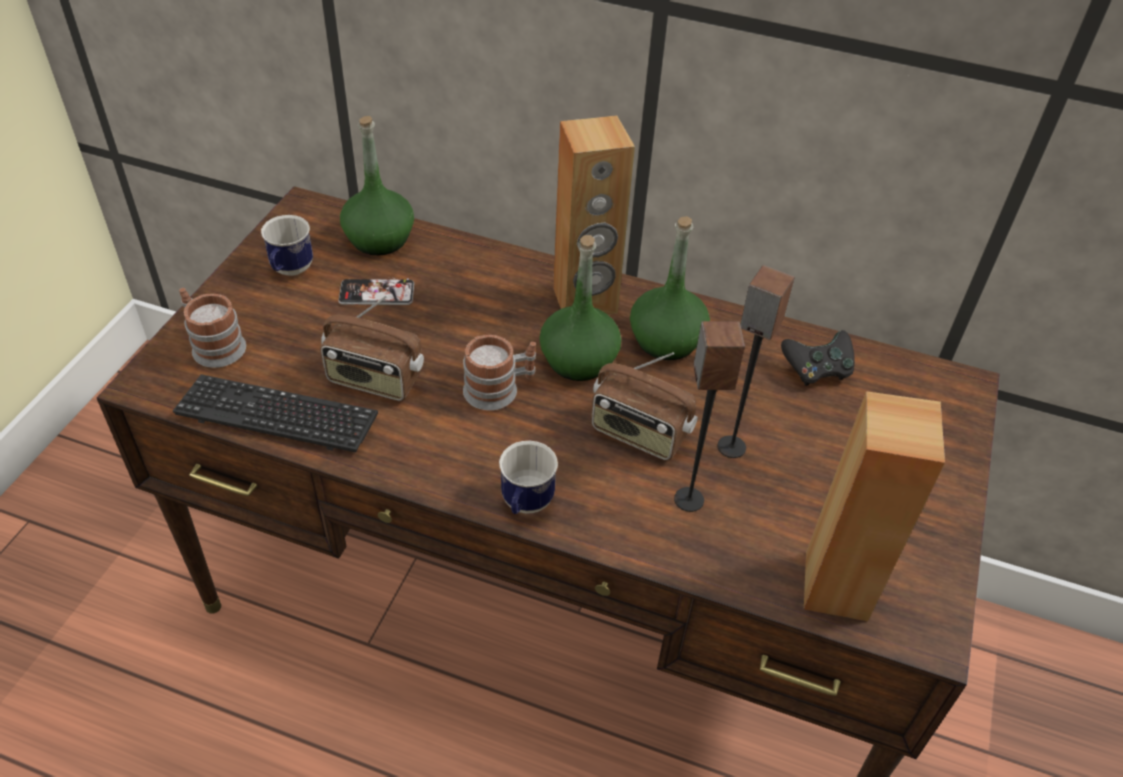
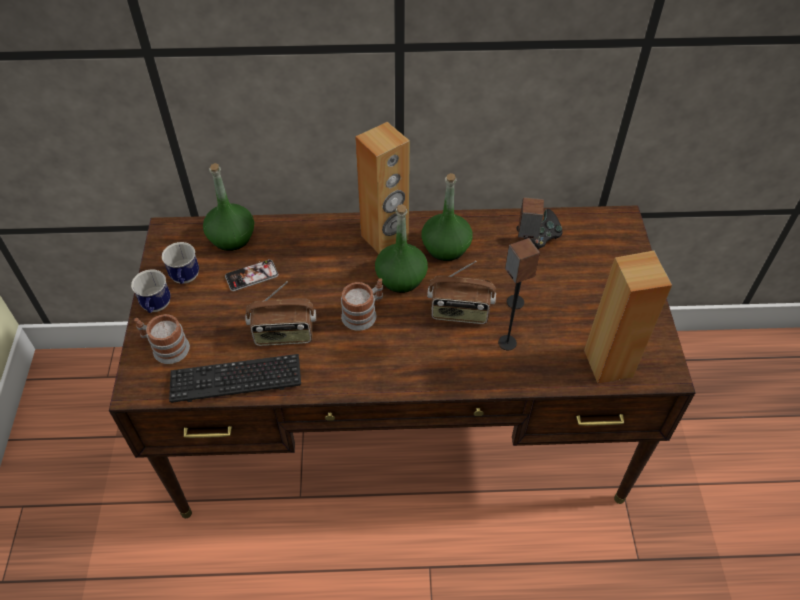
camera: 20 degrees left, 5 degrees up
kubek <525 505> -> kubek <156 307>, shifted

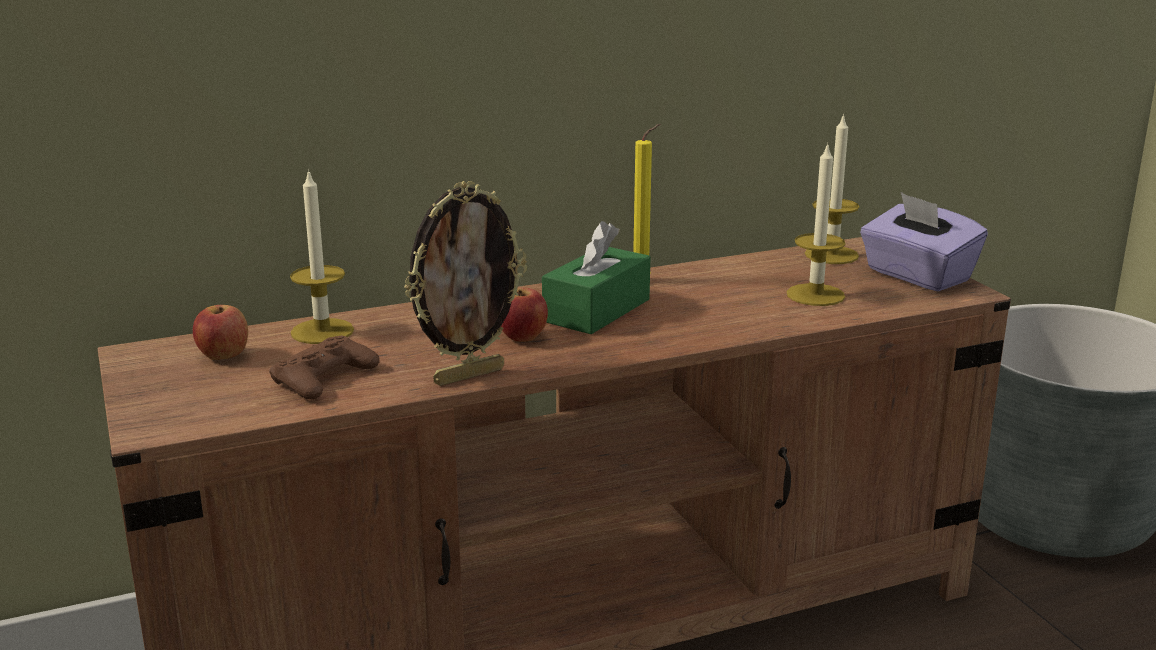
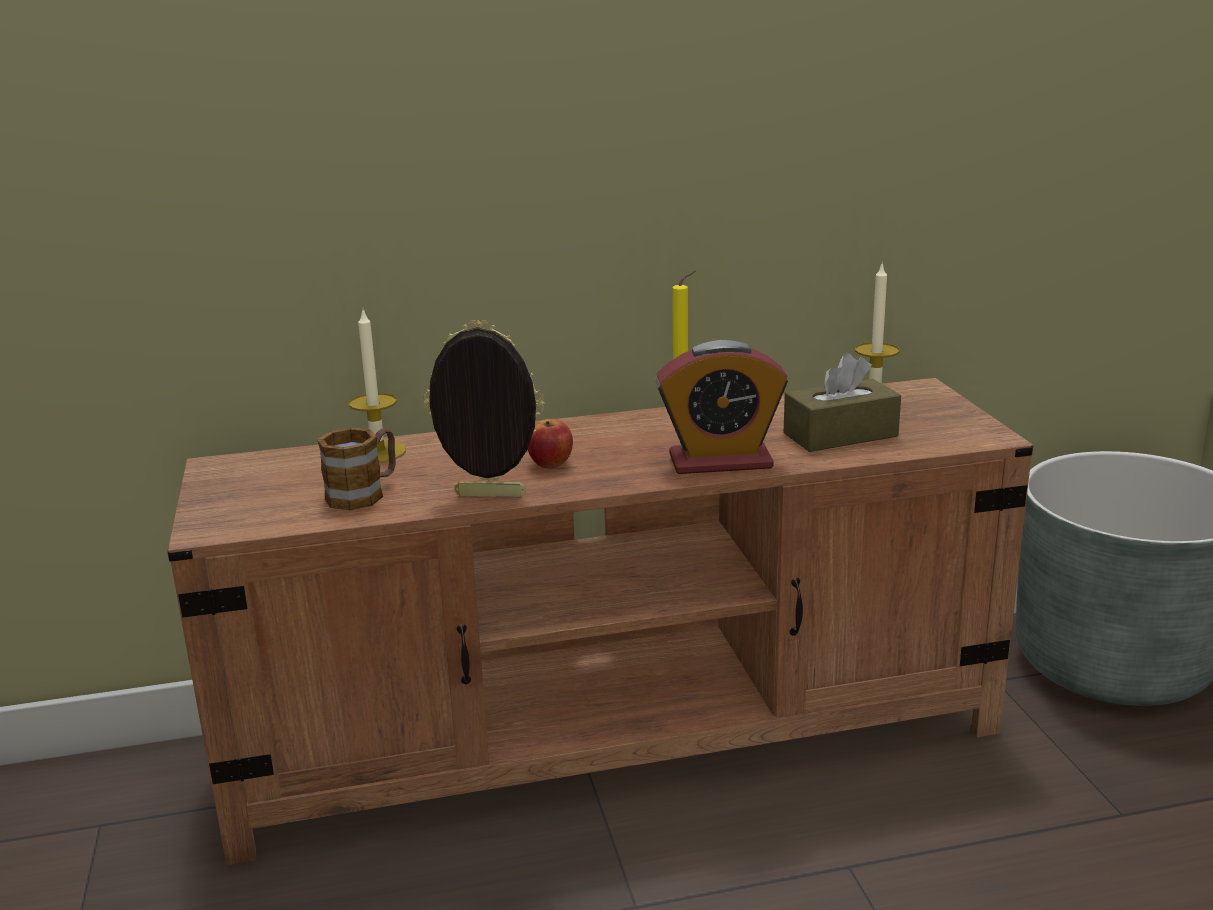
camera: 10 degrees right, 0 degrees up
pad do gier [brązowy] <324 378> -> kubek <364 493>
ramka na zdjęcie <468 375> -> ramka na zdjęcie <489 496>, 150 degrees counterclockwise
none -> budzik <720 461>
świeca <815 295> -> pudełko chusteczek [brązowy] <840 435>
jabłko <223 356> -> none
pudełko chusteczek [zielony] <597 310> -> none
pudełko chusteczek [fioletowy] <917 276> -> none

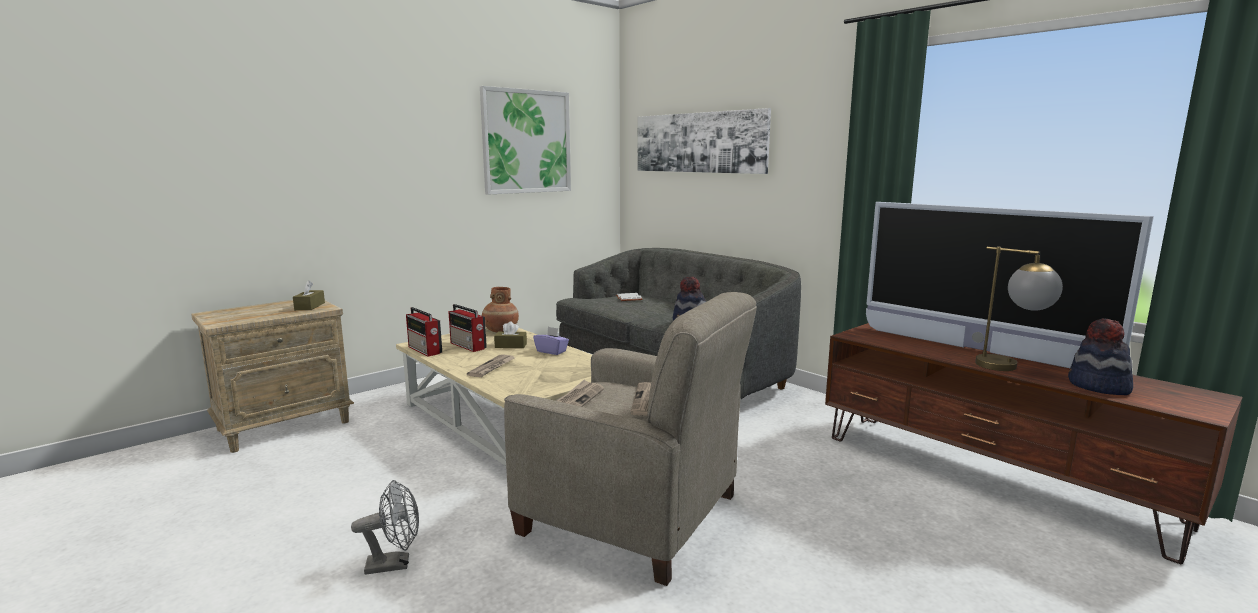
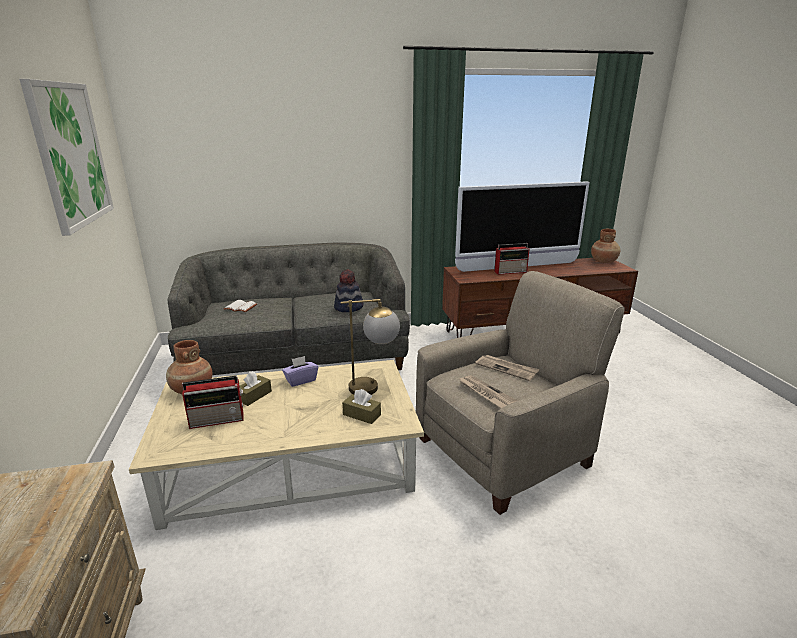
camera: 60 degrees left, 10 degrees up
lampa stołowa <1010 368> -> lampa stołowa <374 387>, shifted
pudełko chusteczek [brązowy] <310 306> -> pudełko chusteczek [brązowy] <361 415>, shifted
radio <425 350> -> radio <511 271>, shifted
none -> wazon [brązowy] <603 261>
wentylator [szary] <395 564> -> none
gazeta <492 367> -> none
obraz <698 142> -> none
kapelusz <1098 387> -> none

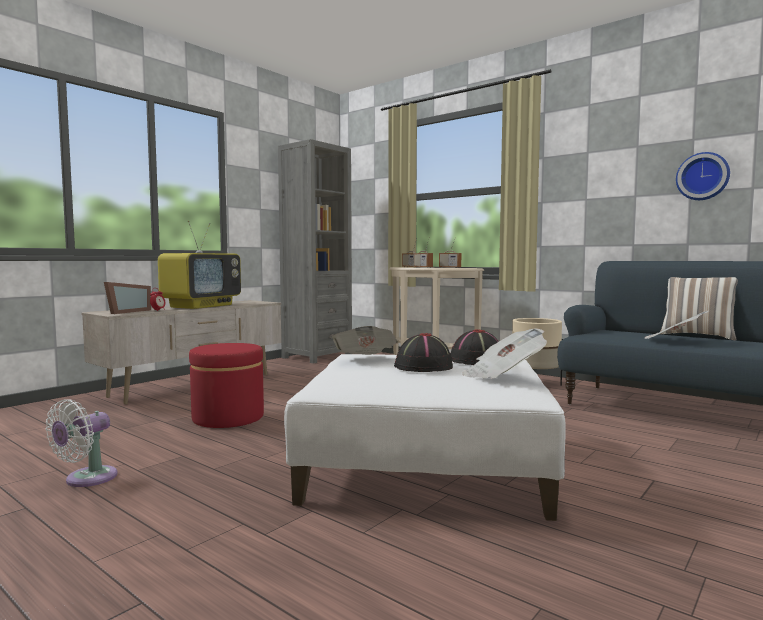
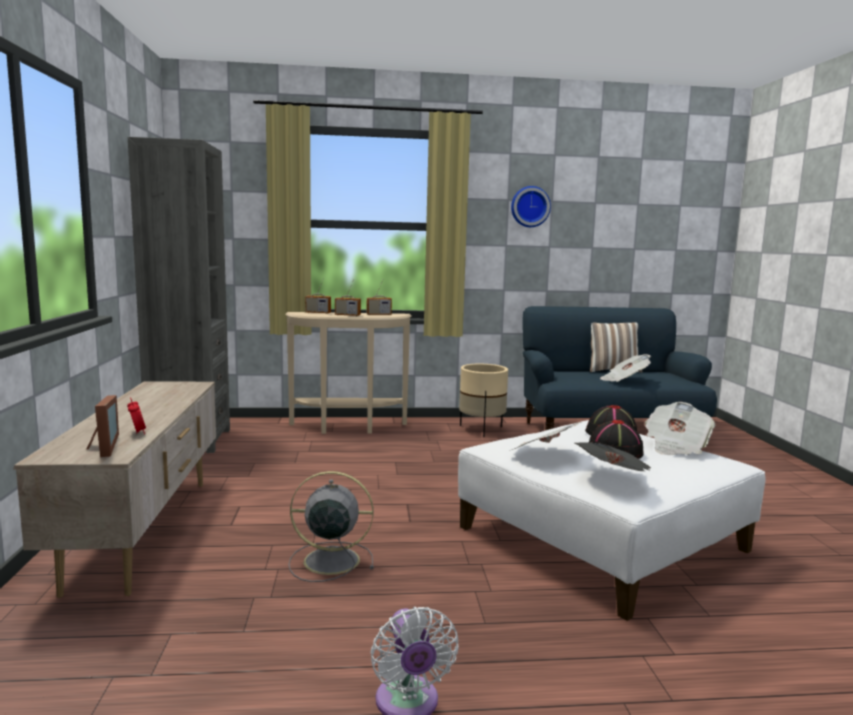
camera: 45 degrees left, 5 degrees up
pufa [czerwony] <228 418> -> wentylator [szary] <329 561>
zegar ścienny <703 176> -> zegar ścienny <530 207>, shifted
none -> gazeta <613 477>
telewizor <201 306> -> none

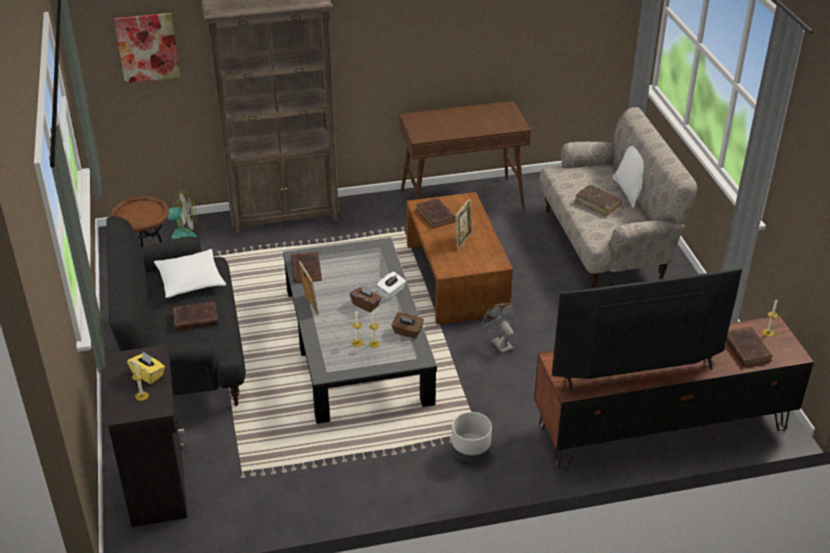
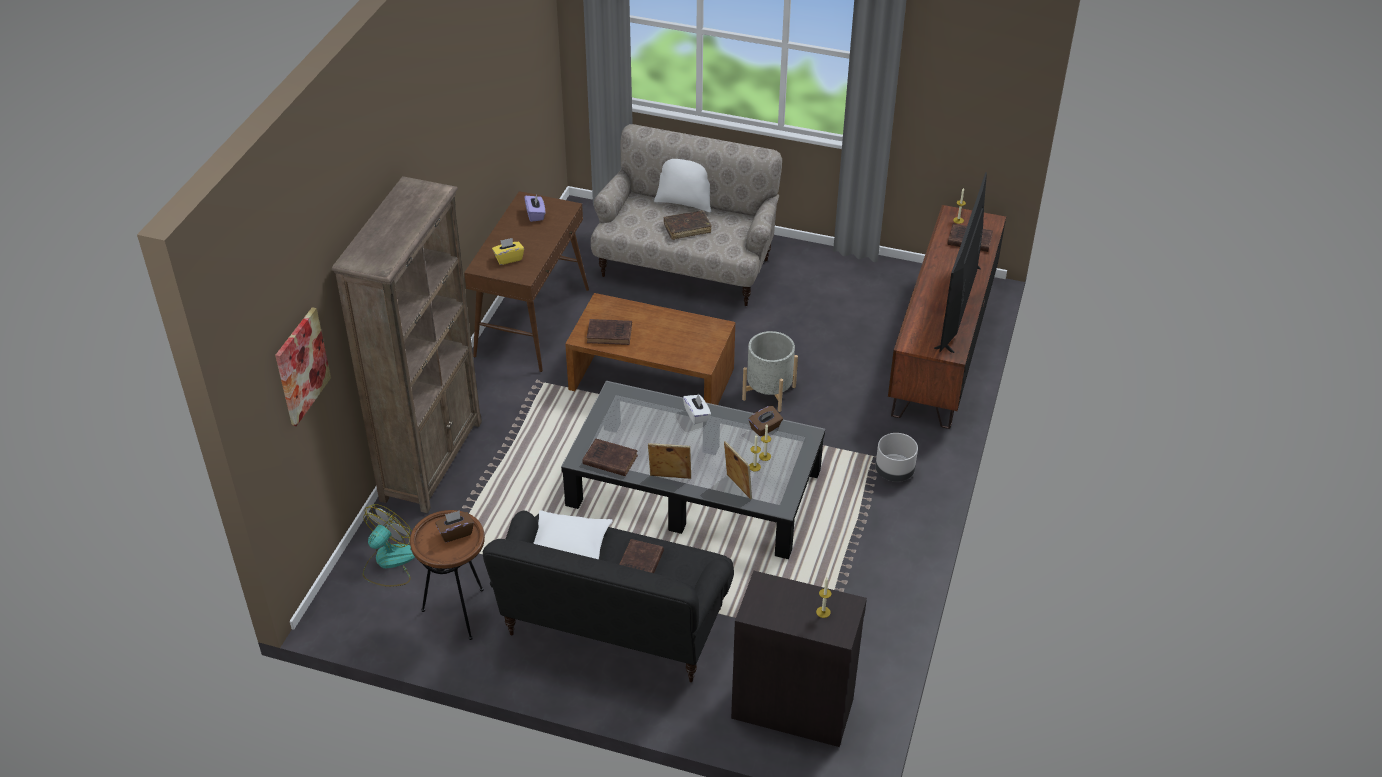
camera: 60 degrees left, 5 degrees up
pudełko chusteczek [brązowy] <366 305> -> pudełko chusteczek [brązowy] <455 533>, shifted
pudełko chusteczek [żółty] <148 374> -> pudełko chusteczek [żółty] <508 258>, shifted
none -> pudełko chusteczek [fioletowy] <535 214>
ramka na zdjęcie <463 240> -> ramka na zdjęcie <737 487>, shifted
wentylator [szary] <499 343> -> donica [szary] <769 393>

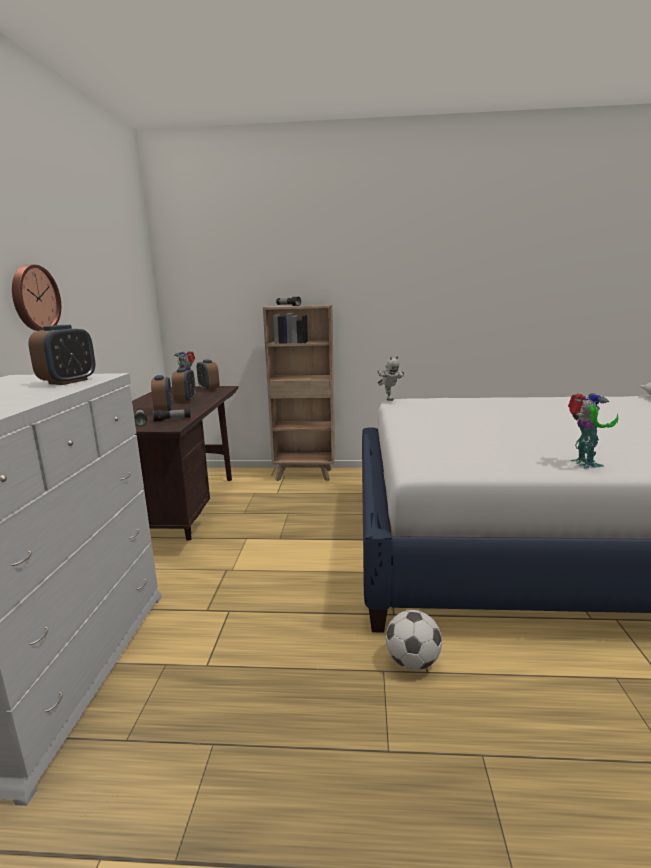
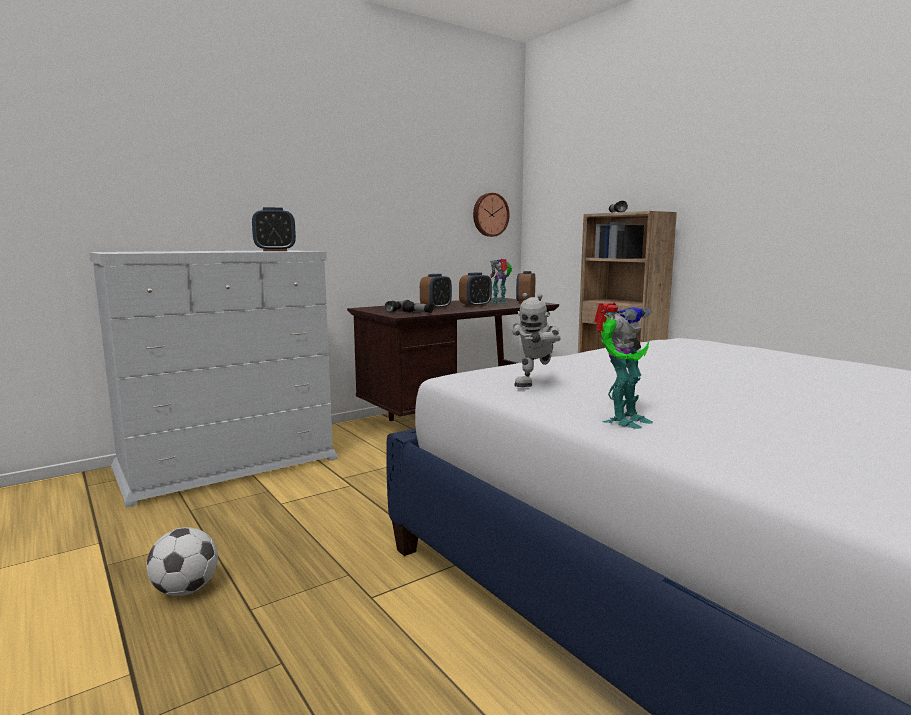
camera: 50 degrees right, 5 degrees down
piłka futbolowa <412 662> -> piłka futbolowa <185 590>, shifted
zegar ścienny <34 298> -> zegar ścienny <489 214>, shifted
robot zabawkowy <388 399> -> robot zabawkowy <536 384>, shifted

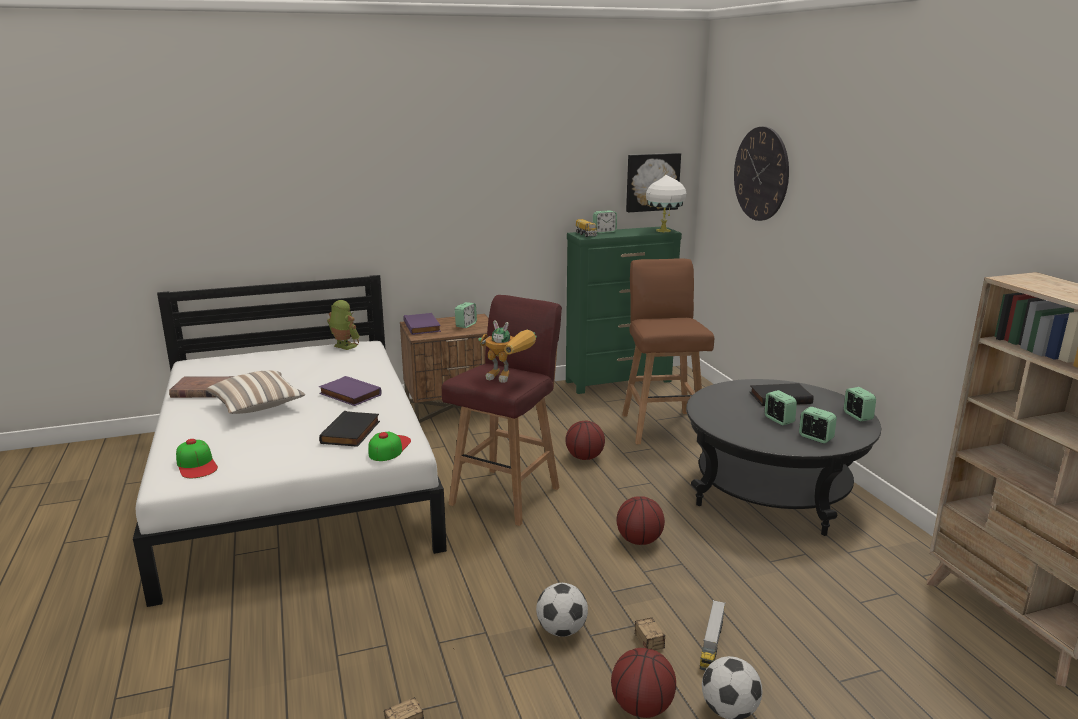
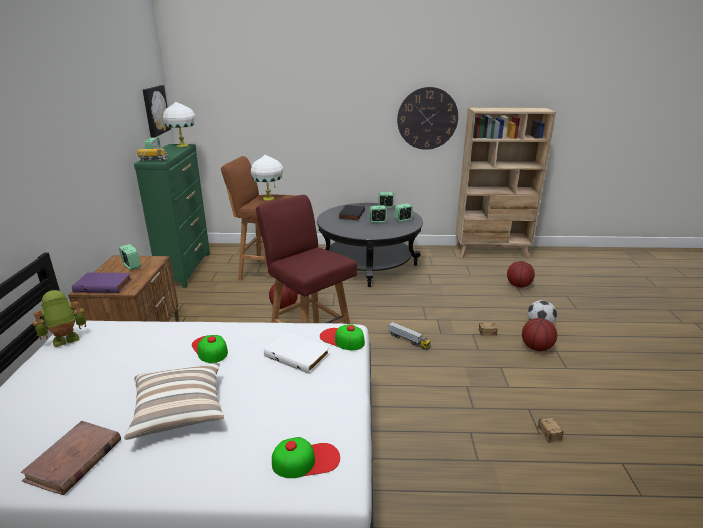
camera: 70 degrees left, 5 degrees up
książka [fioletowy] <349 395> -> czapka z daszkiem <210 349>
none -> lampa stołowa [biały] <269 198>
książka [czarny] <352 433> -> książka [biały] <298 355>
ciężarówka zabawkowa <711 643> -> ciężarówka zabawkowa <408 341>, shifted
zegar ścienny <761 174> -> zegar ścienny <427 118>, shifted
piłka do koszykówki <639 541> -> piłka do koszykówki <518 285>, shifted
robot zabawkowy <509 378> -> none
piłka futbolowa <561 630> -> none

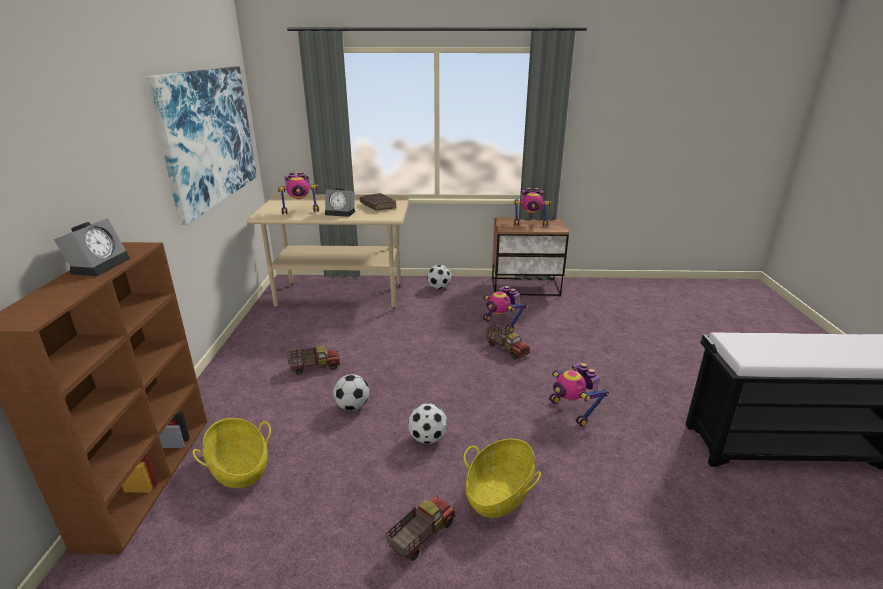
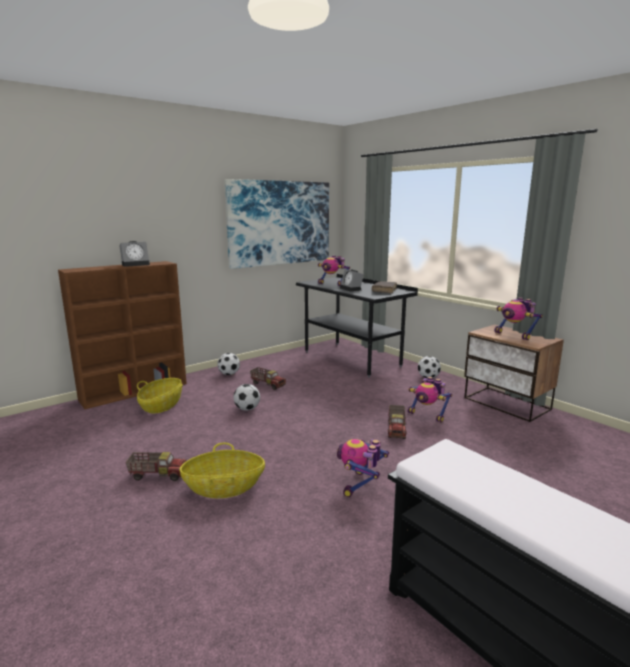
camera: 50 degrees right, 10 degrees down
piłka futbolowa <427 438> -> piłka futbolowa <229 374>, shifted
biurko [beżowy] <340 296> -> biurko [czarny] <351 359>
robot zabawkowy <501 324> -> robot zabawkowy <427 415>, 60 degrees counterclockwise

